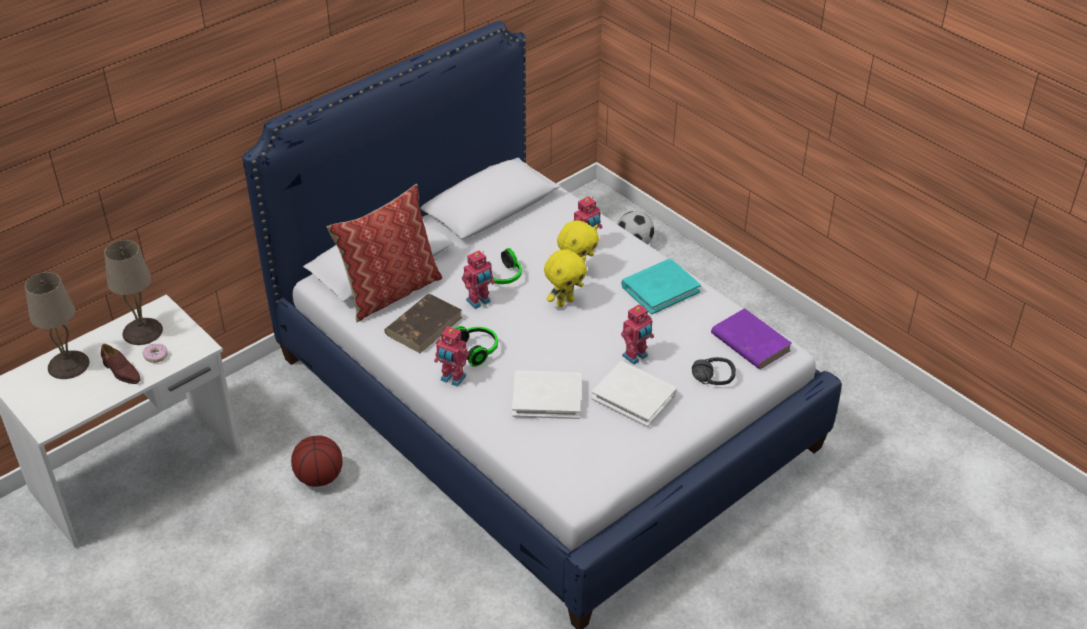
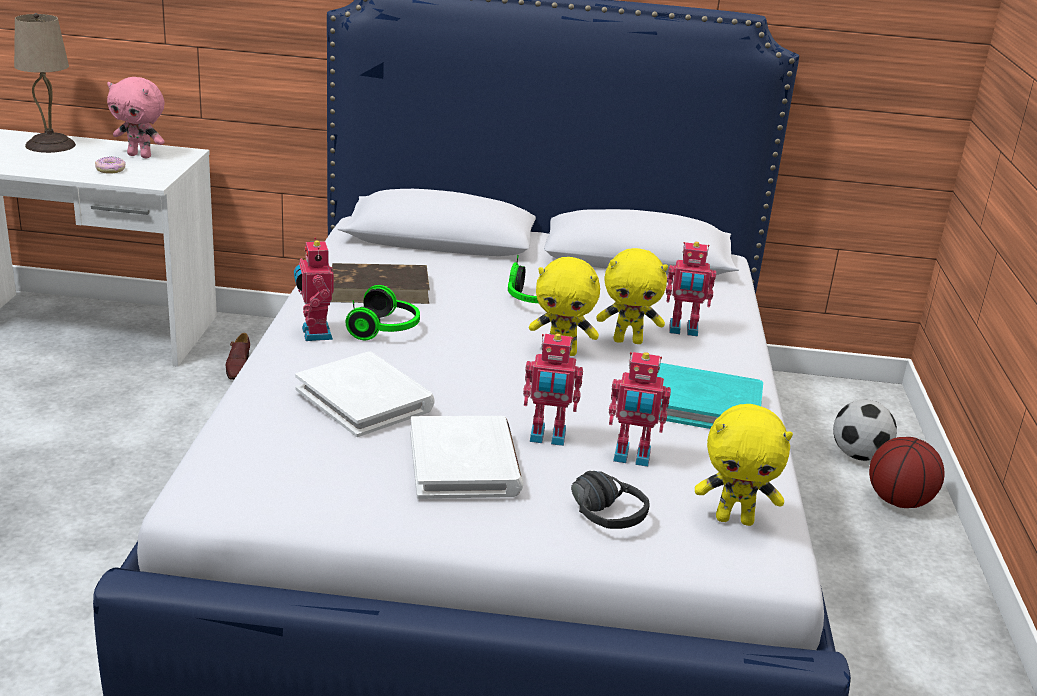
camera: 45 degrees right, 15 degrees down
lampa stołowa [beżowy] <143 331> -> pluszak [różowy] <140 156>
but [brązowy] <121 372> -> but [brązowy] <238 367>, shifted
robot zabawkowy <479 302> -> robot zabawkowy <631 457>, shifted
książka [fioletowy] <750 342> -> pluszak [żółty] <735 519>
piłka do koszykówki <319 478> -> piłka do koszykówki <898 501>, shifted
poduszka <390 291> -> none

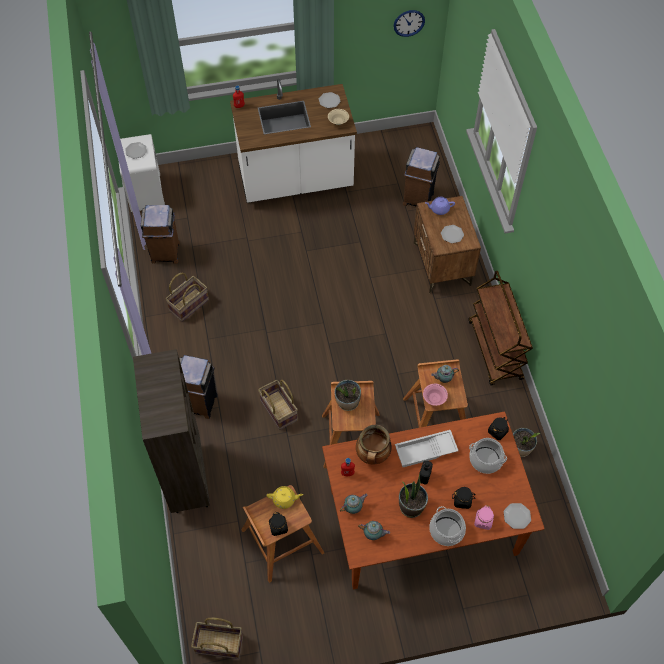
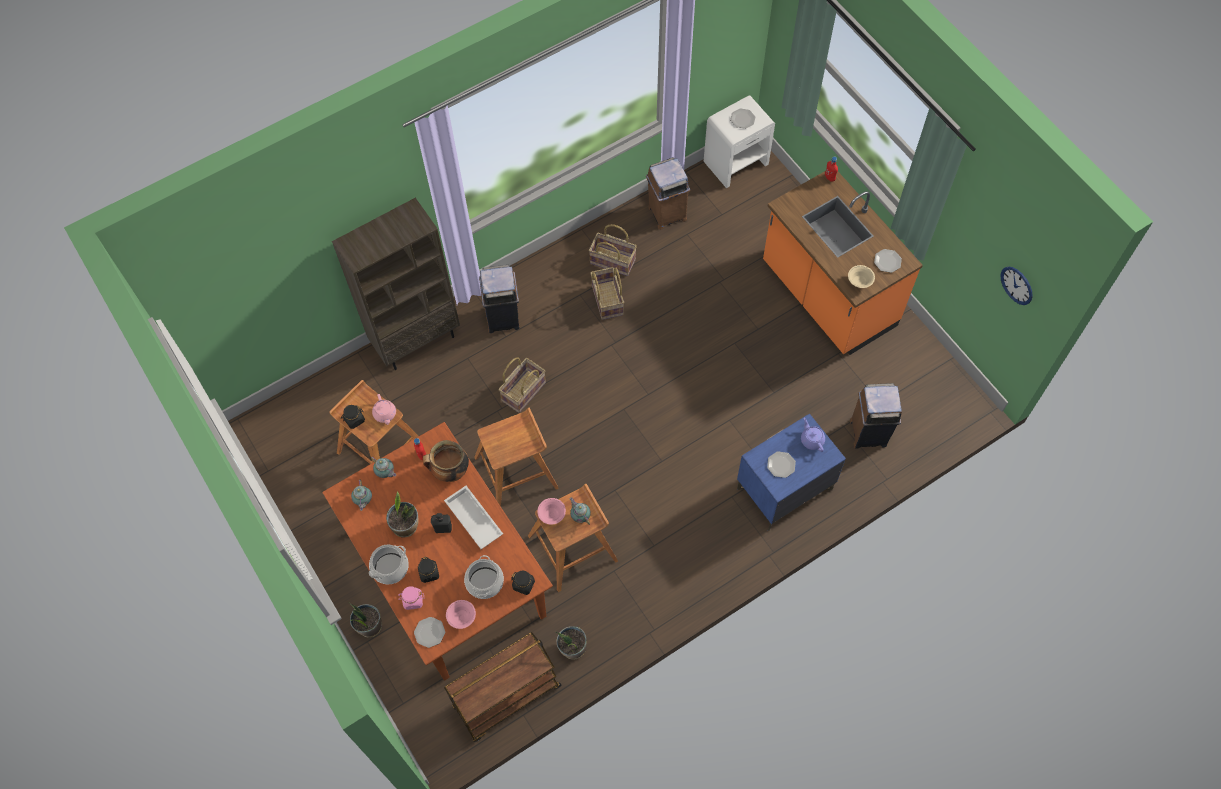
camera: 70 degrees right, 5 degrees up
roślina doniczkowa <347 402> -> roślina doniczkowa <369 626>, shifted
imbryk [żółty] <284 499> -> imbryk [różowy] <385 414>
wózek [brązowy] <495 351> -> wózek [brązowy] <507 698>, shifted
none -> miska [różowy] <462 617>
koszyk <218 645> -> koszyk <606 300>, shifted
szafka nocna [brązowy] <442 264> -> szafka nocna [niebieski] <784 489>
zabudowa kuchenna [biały] <295 180> -> zabudowa kuchenna [pomarańczowy] <827 296>

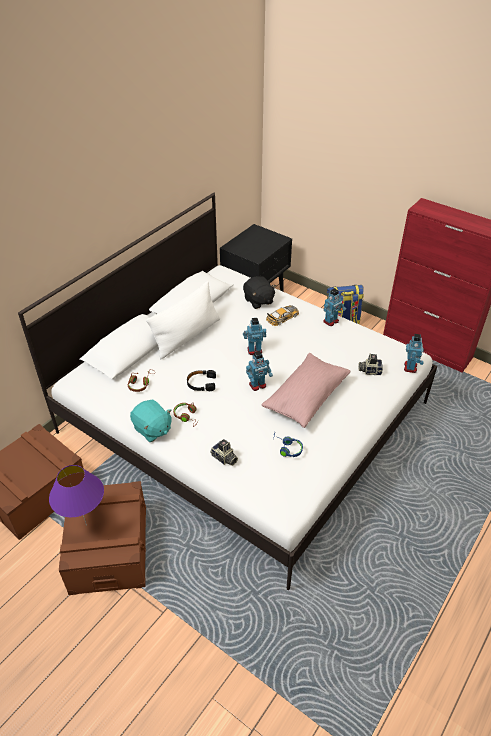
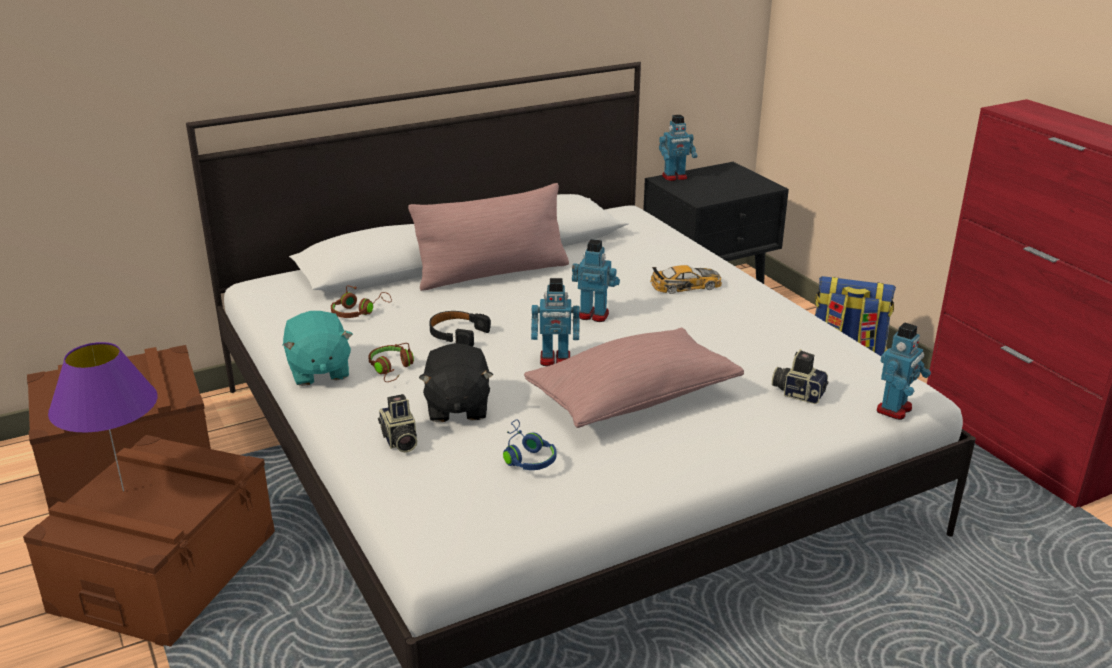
camera: 25 degrees right, 15 degrees down
poduszka [biały] <187 336> -> poduszka [różowy] <492 273>
pluszak [czarny] <258 301> -> pluszak [czarny] <457 407>, shifted
robot zabawkowy <331 321> -> robot zabawkowy <675 177>, shifted

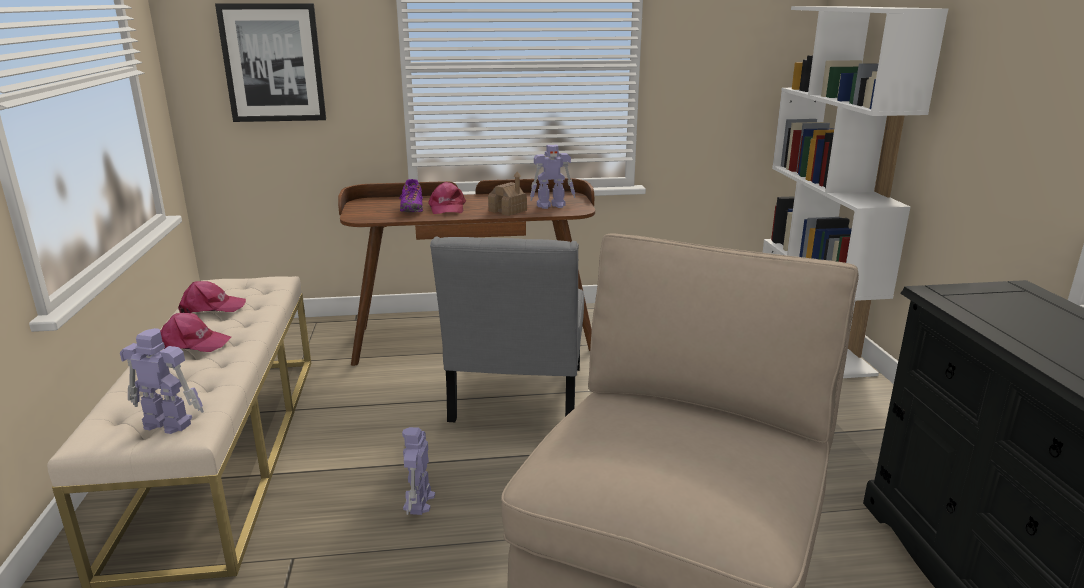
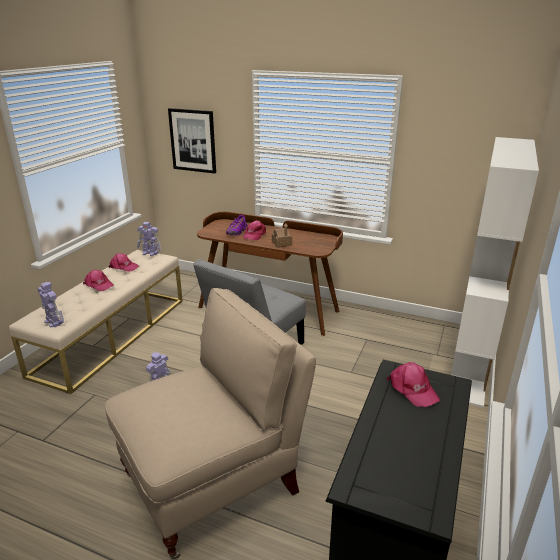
camera: 30 degrees right, 5 degrees up
robot zabawkowy <552 205> -> robot zabawkowy <150 253>, shifted
none -> czapka z daszkiem [różowy] <412 389>

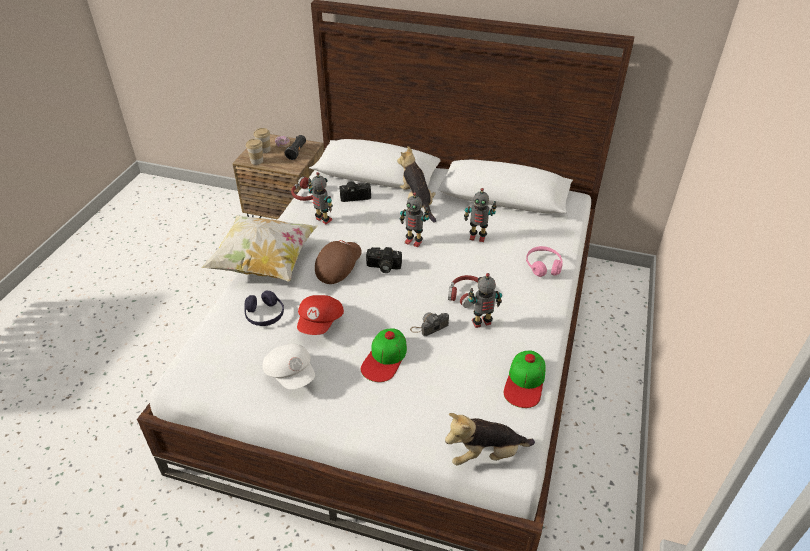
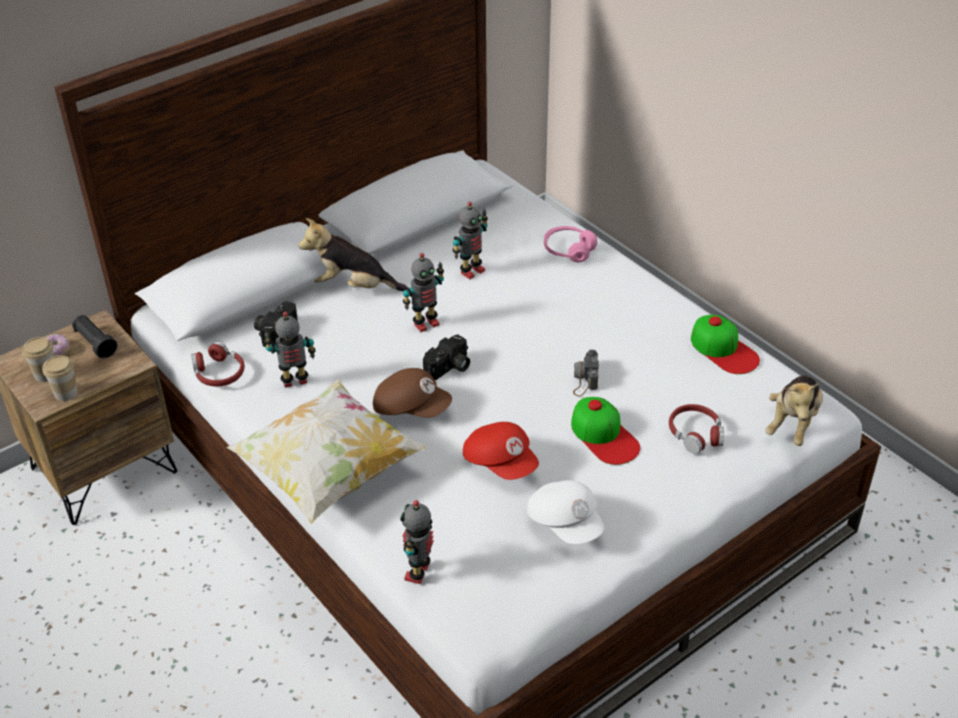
camera: 55 degrees left, 0 degrees up
czapka z daszkiem [brązowy] <338 268> -> czapka z daszkiem [brązowy] <411 408>, 135 degrees clockwise
robot zabawkowy <482 323> -> robot zabawkowy <419 573>, shifted
czapka z daszkiem [biały] <291 374> -> czapka z daszkiem [biały] <566 523>, 60 degrees clockwise
słuchawki [czerwony] <466 294> -> słuchawki [czerwony] <695 434>, shifted
słuchawki [fioletowy] <265 315> -> none

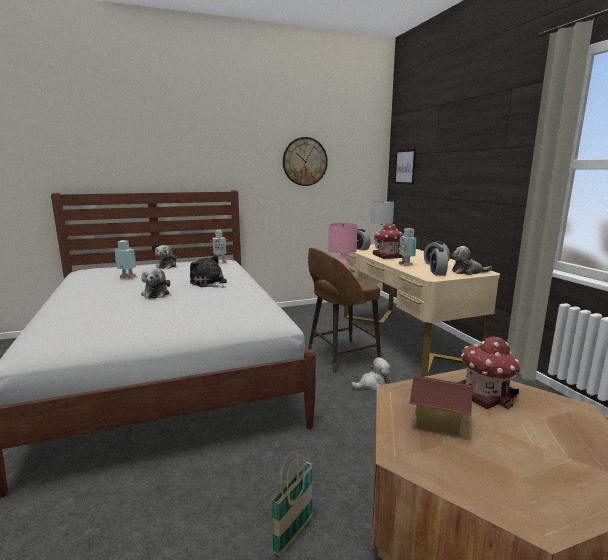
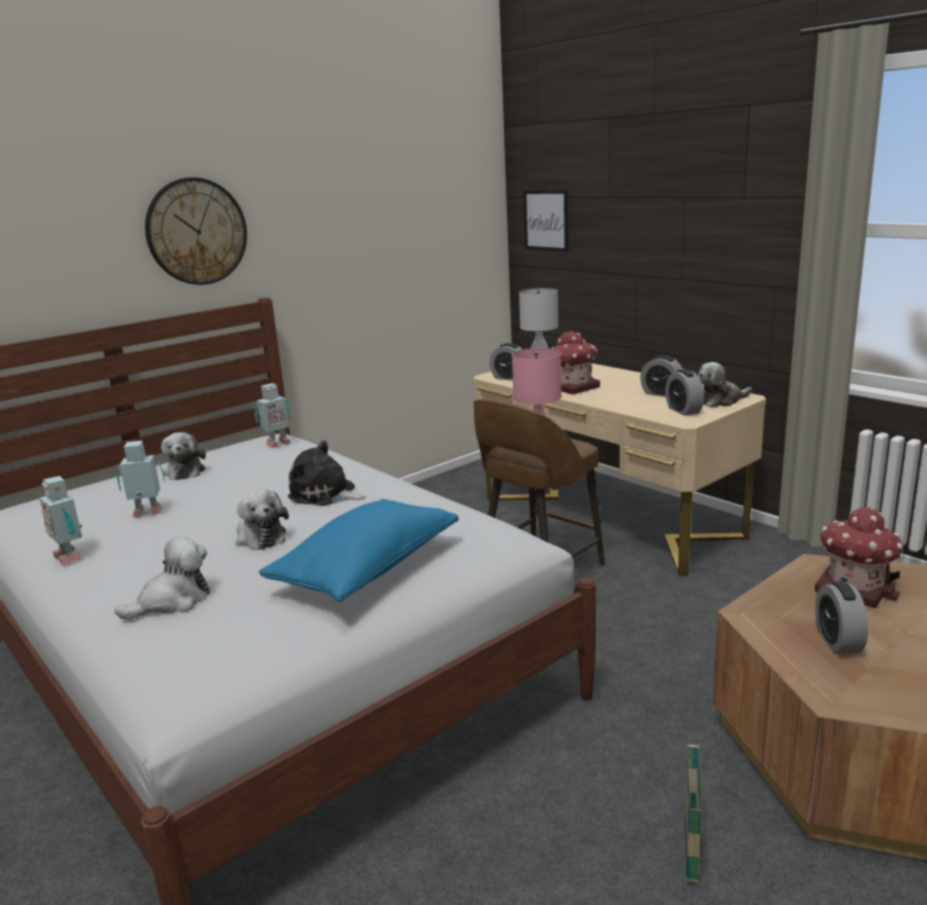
camera: 20 degrees left, 5 degrees up
robot zabawkowy <406 265> -> robot zabawkowy <70 556>, shifted
pluszak <372 385> -> pluszak <173 601>, shifted
zegar ścienny <305 161> -> zegar ścienny <196 231>, shifted
none -> poduszka [niebieski] <367 569>
domek <438 422> -> budzik <837 641>

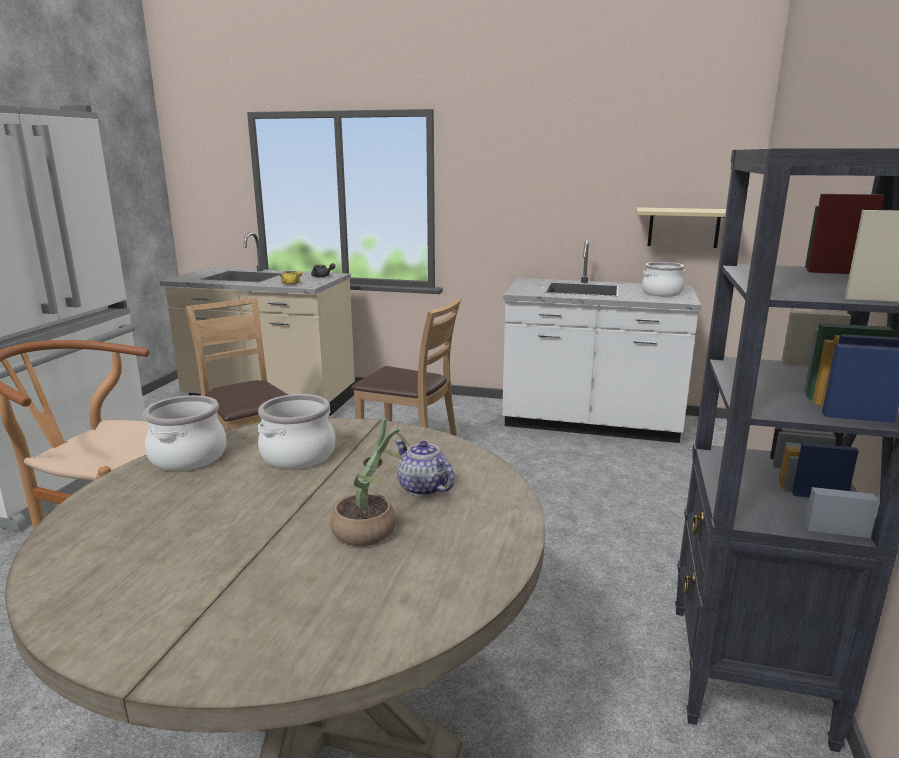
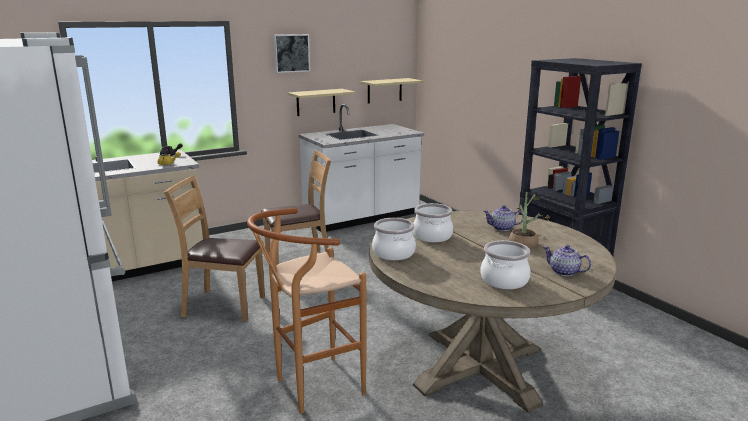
camera: 45 degrees left, 0 degrees up
none -> obraz <291 53>
none -> półka [beżowy] <316 102>
garnek <661 293> -> garnek <503 280>, shifted
none -> imbryk <564 272>

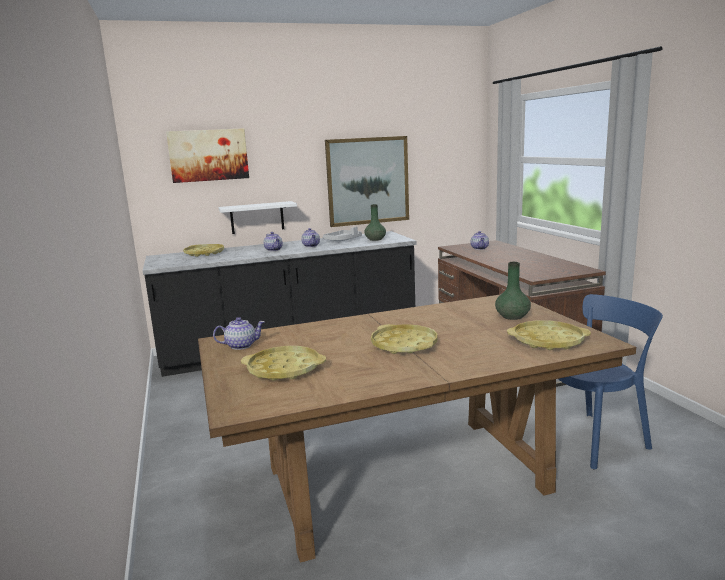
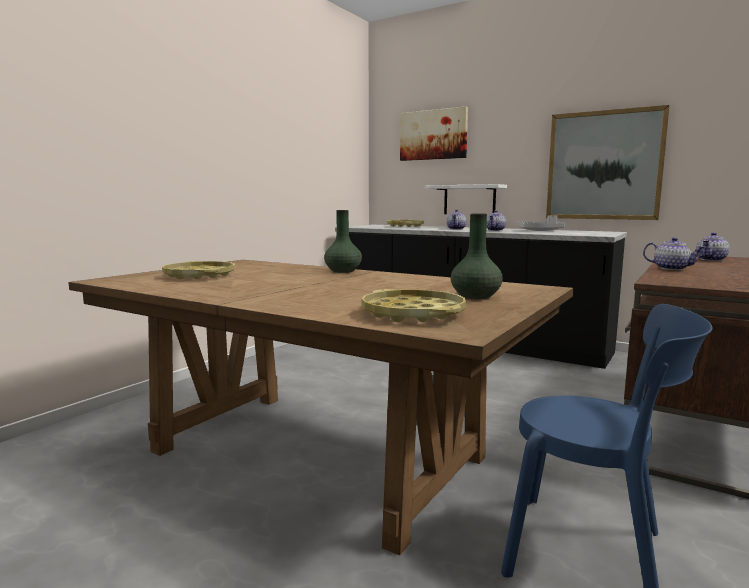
camera: 50 degrees right, 5 degrees down
wazon [zielony] <375 239> -> wazon [zielony] <342 271>, shifted
imbryk <241 345> -> imbryk <671 268>, shifted
taca [żółty] <404 345> -> none

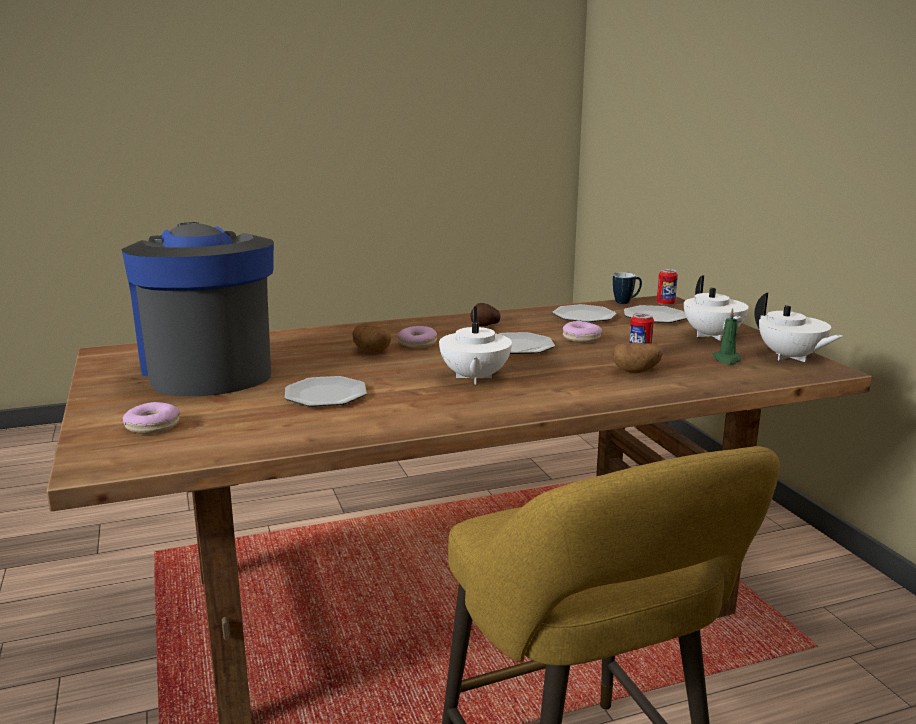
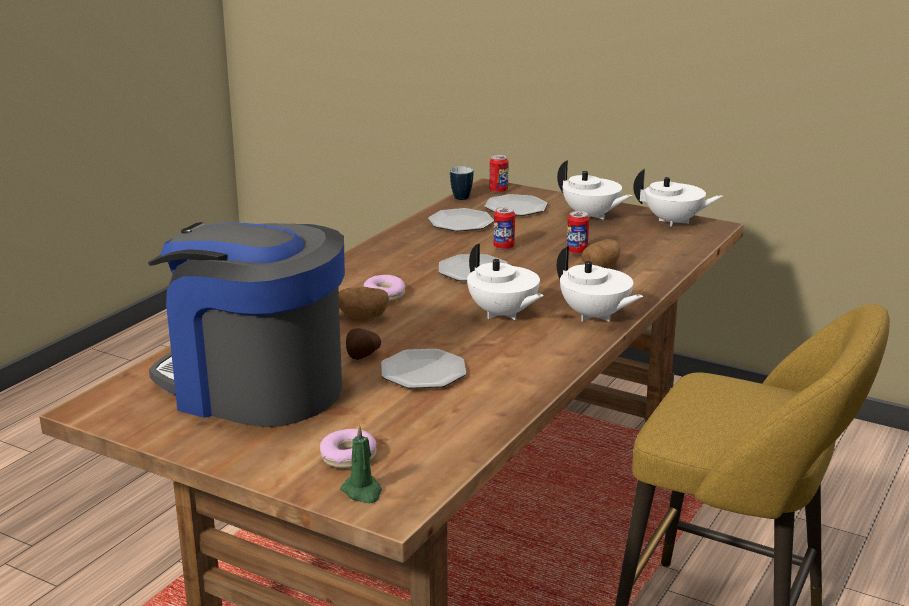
camera: 40 degrees left, 5 degrees up
świeca [zielony] <727 359> -> świeca [zielony] <362 492>, shifted
ziemniak <484 326> -> ziemniak <362 356>, shifted
donut <581 338> -> puszka <504 247>
none -> imbryk [biały] <595 316>

